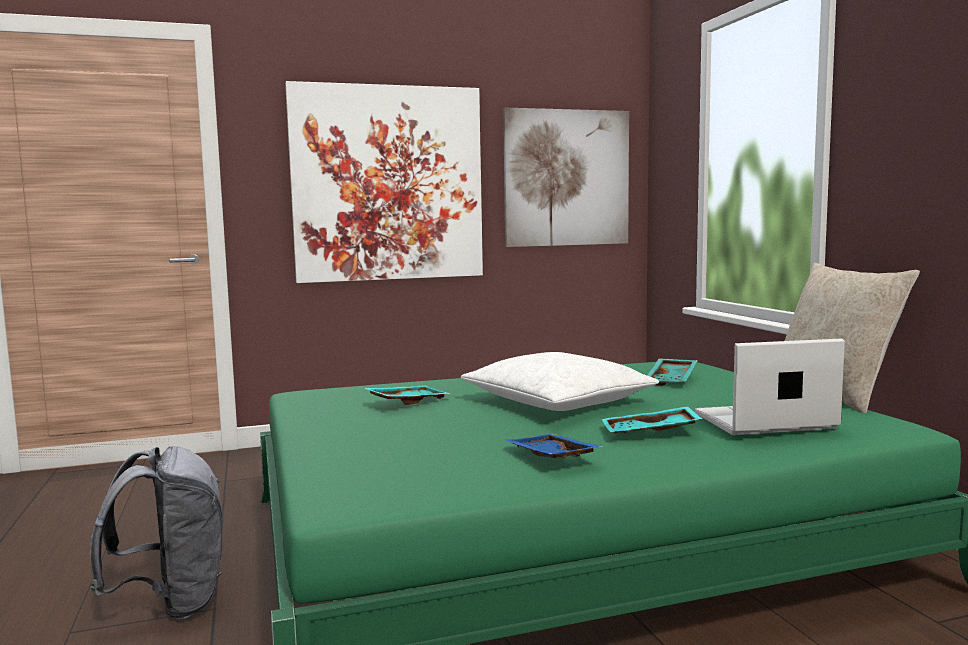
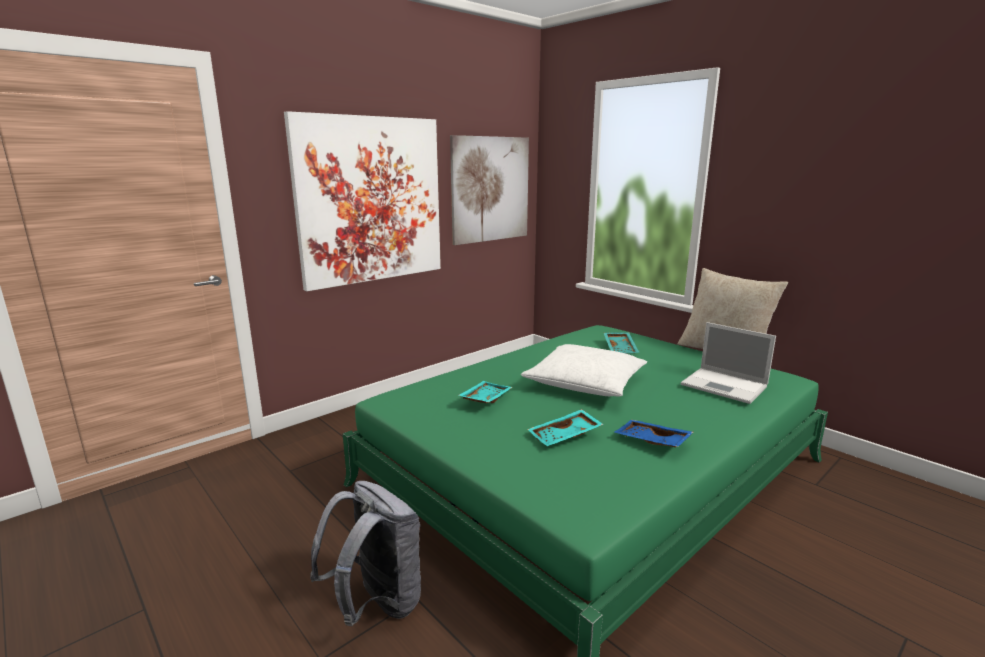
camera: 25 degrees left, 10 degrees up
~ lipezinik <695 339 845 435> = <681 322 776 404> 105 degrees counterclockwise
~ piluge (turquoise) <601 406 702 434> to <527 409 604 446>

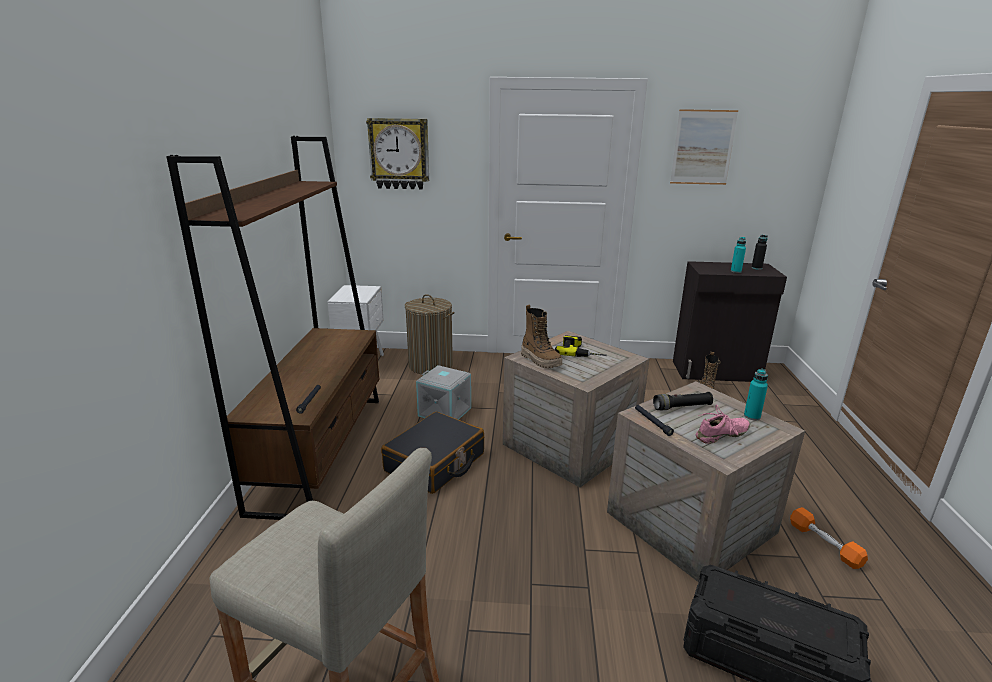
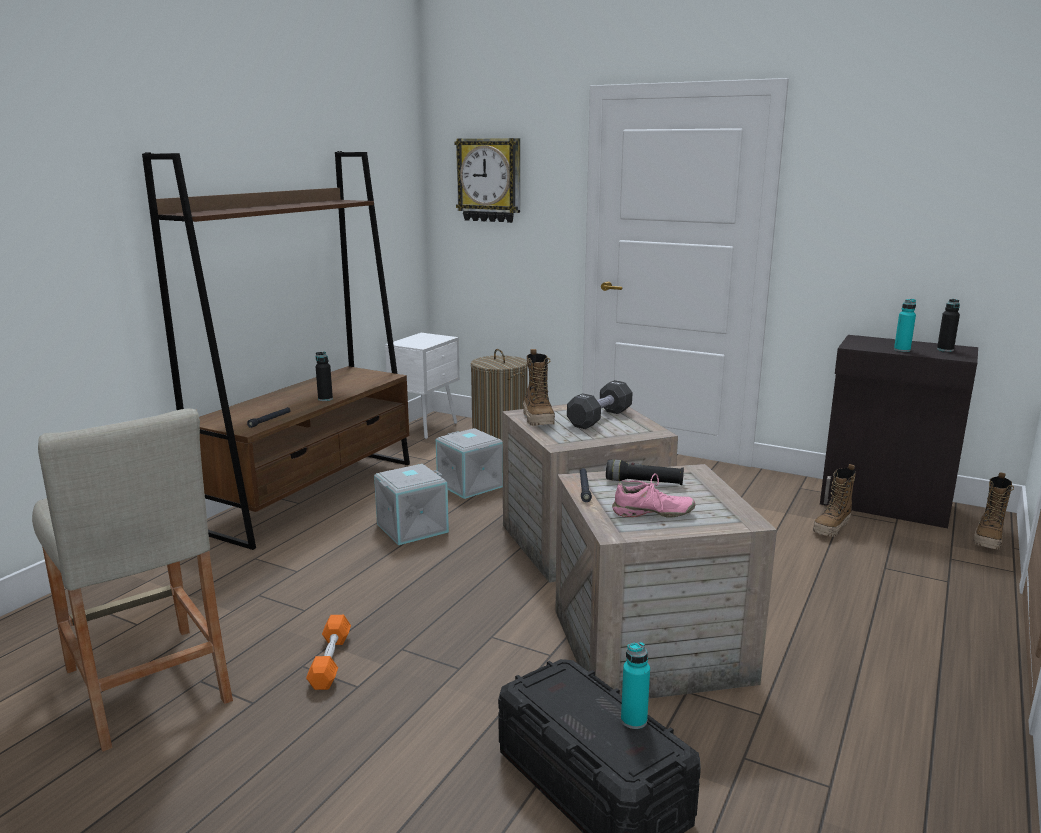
camera: 25 degrees right, 5 degrees down
- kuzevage <670 109 738 185>
~ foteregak <555 335 607 357> to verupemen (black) <567 380 632 429>
~ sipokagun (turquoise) <744 368 768 421> to <621 642 650 729>
~ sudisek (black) <381 412 484 494> to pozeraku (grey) <374 464 449 545>
~ verupemen (orange) <790 507 868 569> to <306 615 351 690>
+ sipokagun (black) <315 352 333 401>
+ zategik <973 472 1014 550>

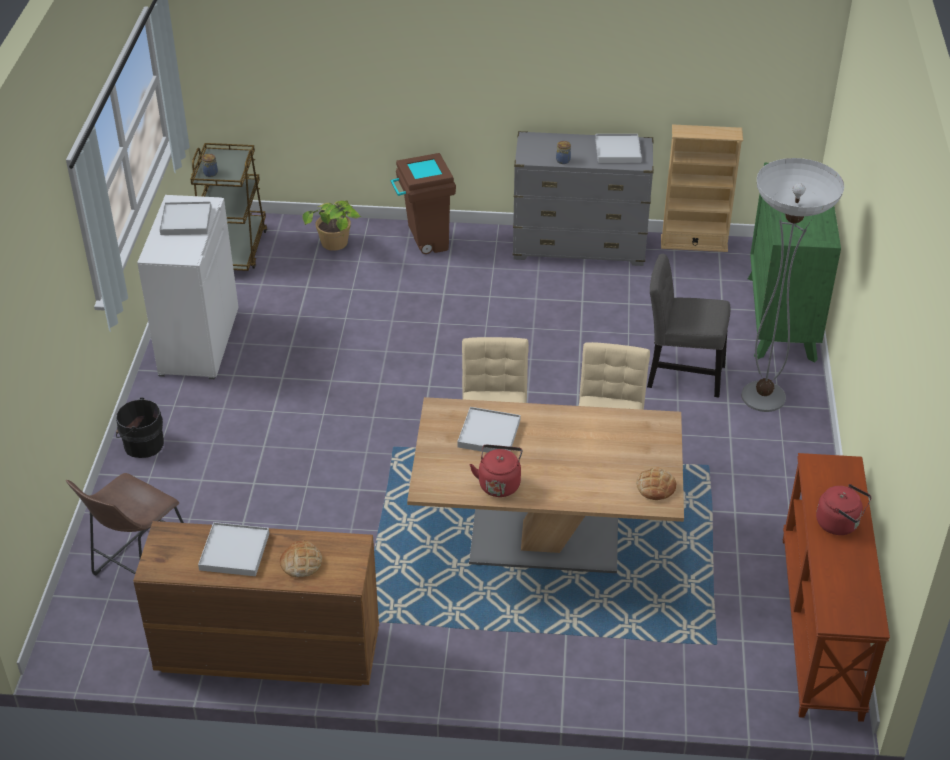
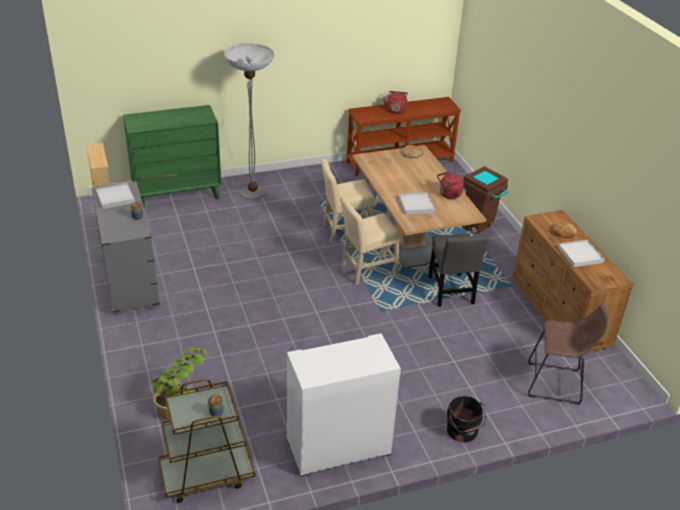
camera: 115 degrees left, 5 degrees down
~ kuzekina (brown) <390 153 456 254> to <462 166 508 234>
- piluge (white) <159 201 212 235>
~ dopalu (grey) <647 254 730 398> to <428 233 489 307>

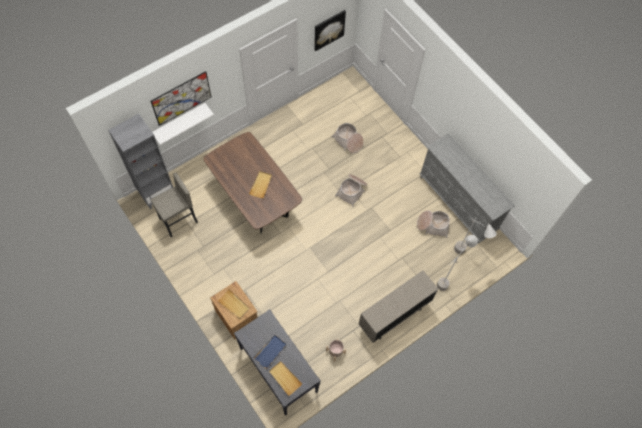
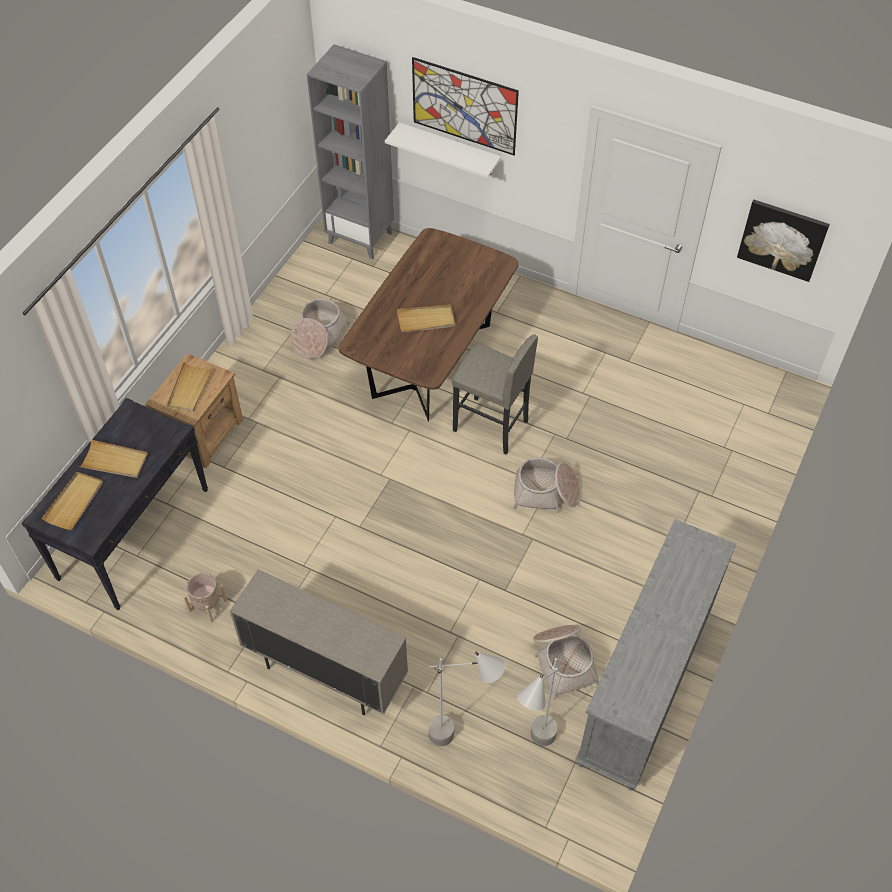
camera: 65 degrees right, 10 degrees down
~ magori <332 123 364 153> to <290 299 350 359>
~ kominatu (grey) <151 172 198 237> to <452 334 538 455>
~ piluge (blue) <253 335 287 369> to piluge (beige) <79 440 148 478>

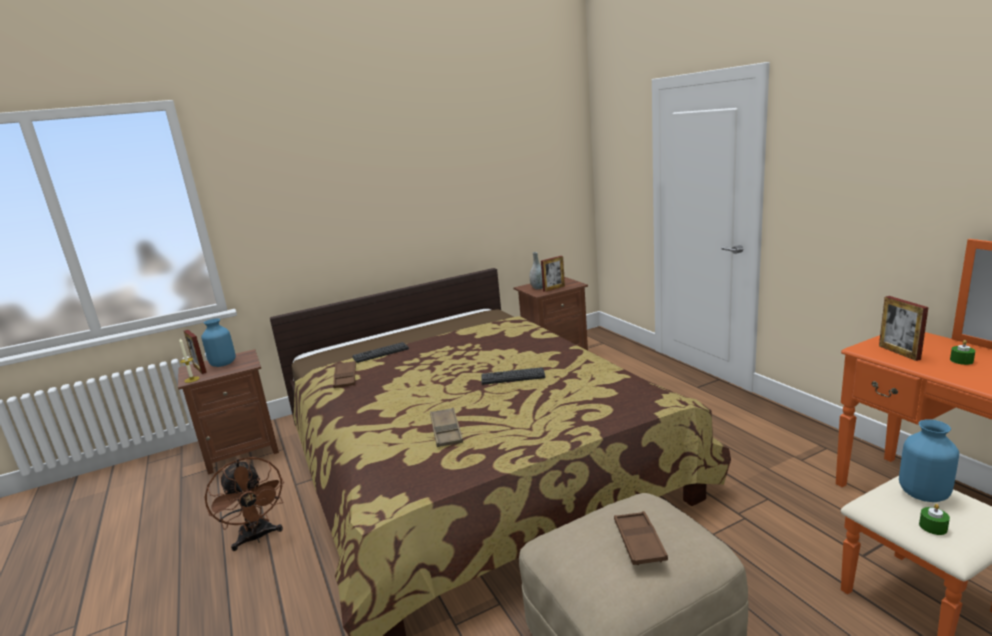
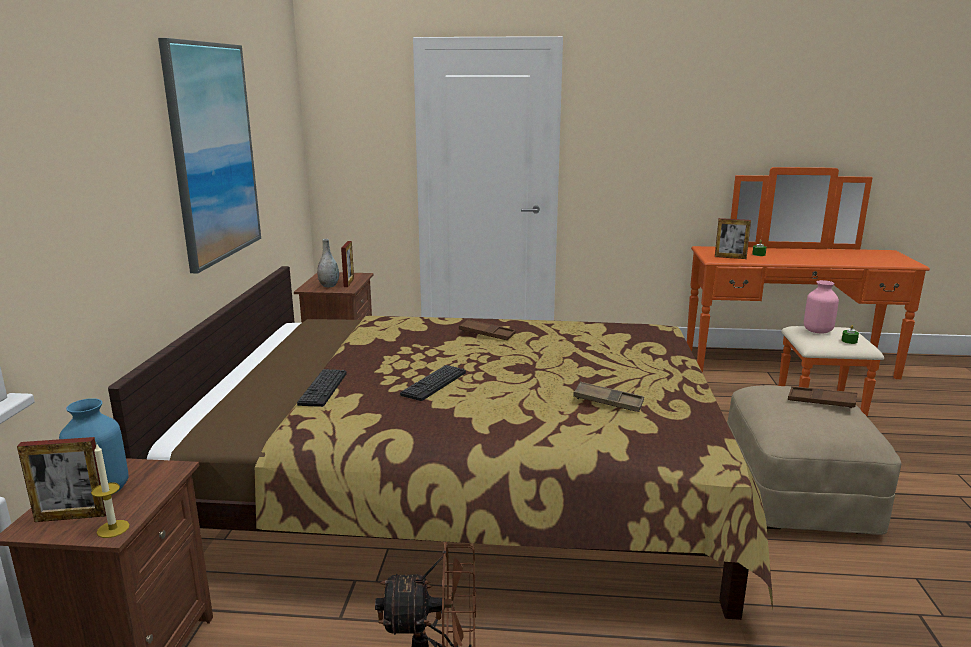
camera: 60 degrees left, 0 degrees up
~ piluge (brown) <333 361 356 388> to <459 319 516 340>
~ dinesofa <481 367 545 385> to <400 365 466 401>
~ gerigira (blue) <899 419 959 502> to gerigira (pink) <804 280 839 334>
+ kuzevage <158 38 261 273>

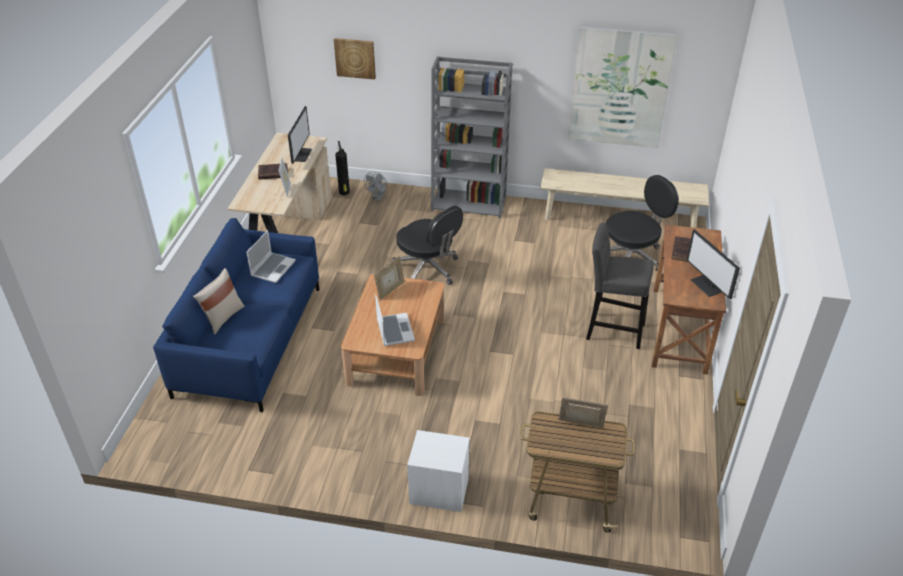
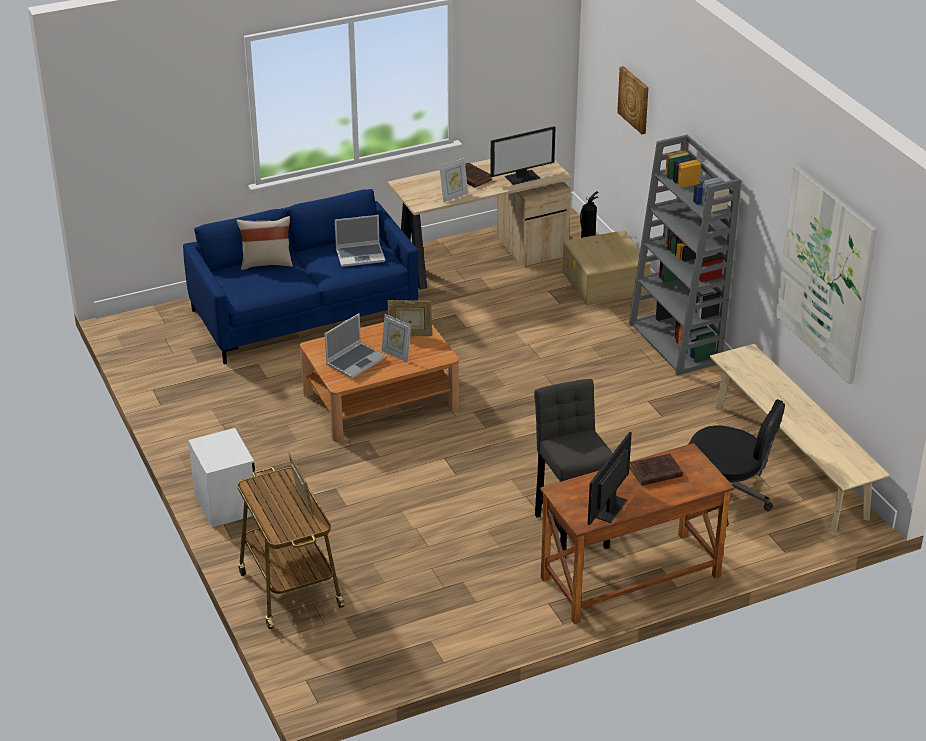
camera: 55 degrees right, 5 degrees down
~ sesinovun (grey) <364 172 388 201> to pozeraku (beige) <562 230 651 305>
- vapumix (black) <392 206 463 285>
+ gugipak <382 314 411 362>

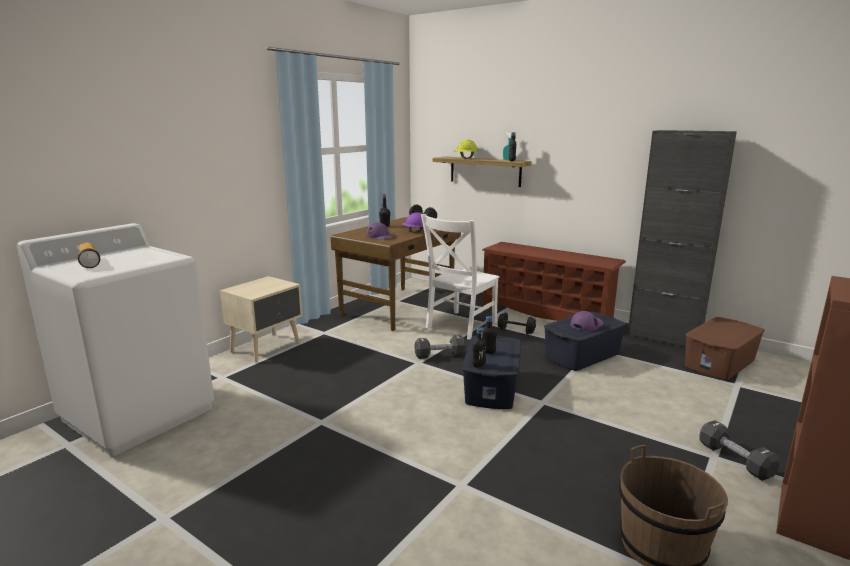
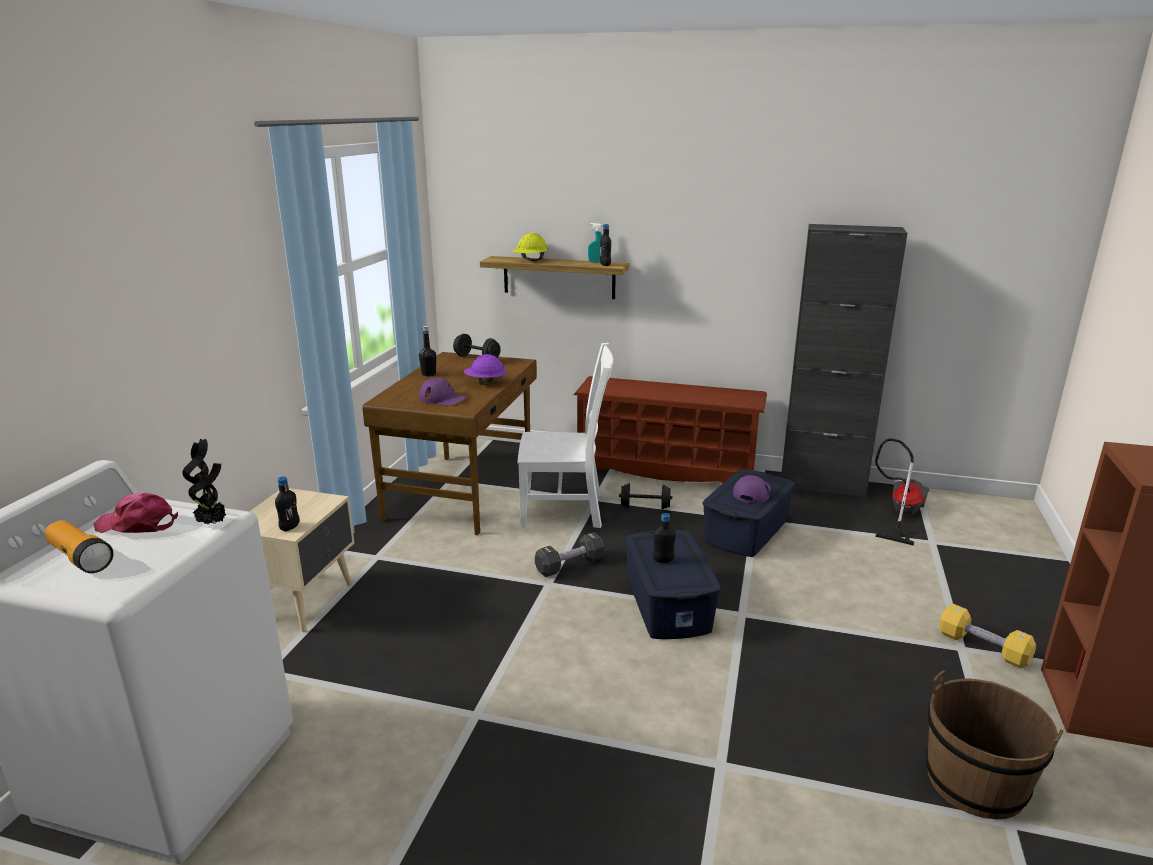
camera: 20 degrees left, 5 degrees up
~ dopalu (white) <421 214 500 340> = <518 343 613 528> 105 degrees counterclockwise
~ pozeraku (brown) <685 317 765 380> to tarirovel <875 438 929 546>
~ sipokagun (black) <472 327 487 367> to <275 476 300 531>
~ verupemen (black) <699 420 780 481> to verupemen (yellow) <939 604 1036 668>
+ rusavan <182 439 226 525>
+ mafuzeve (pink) <93 493 178 533>

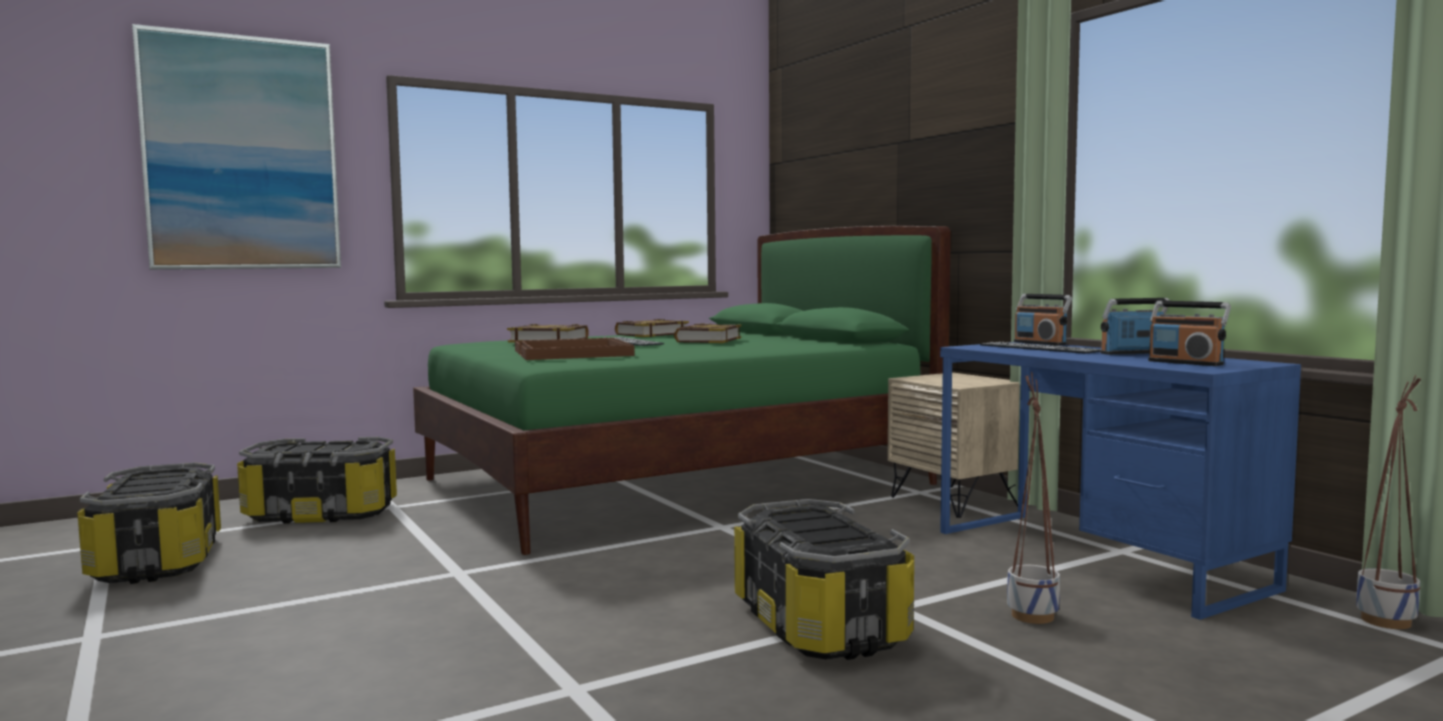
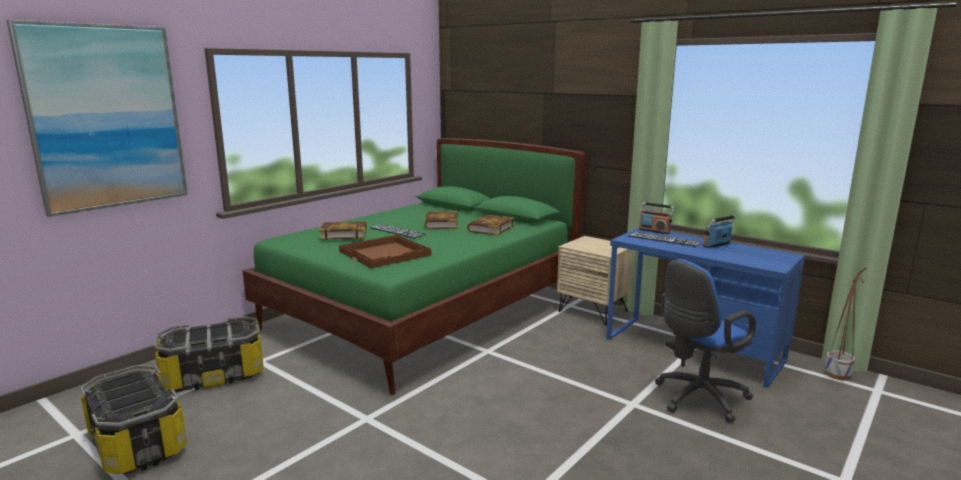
camera: 20 degrees left, 10 degrees up
- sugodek <1148 301 1231 366>
~ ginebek <615 319 689 337> to <467 215 515 236>
~ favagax <1007 372 1060 624> to vapumix (blue) <655 259 756 422>
- pozeraku <734 499 914 660>

